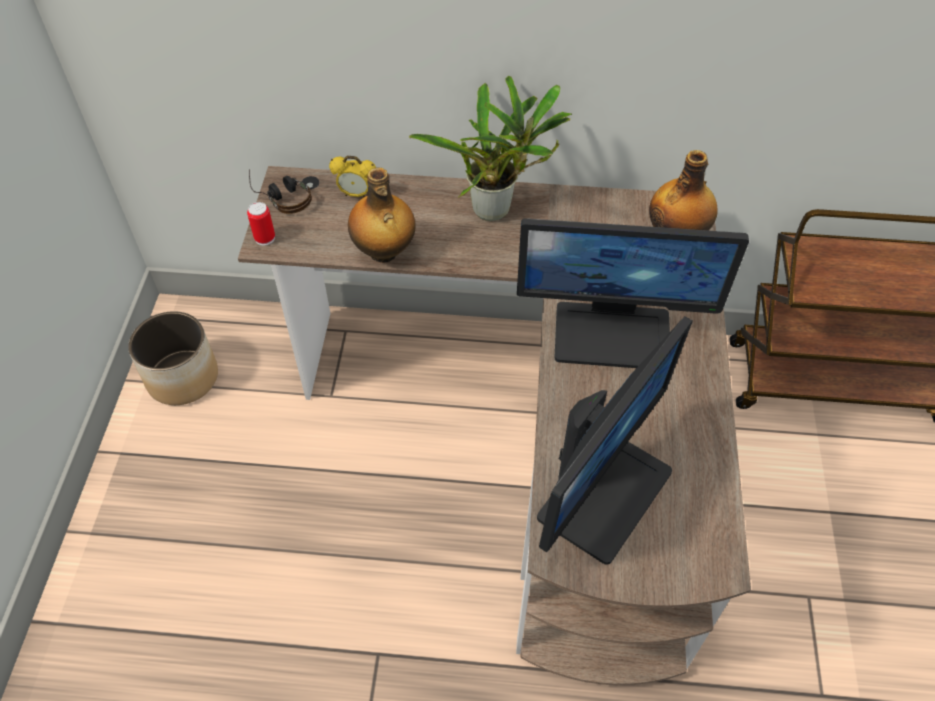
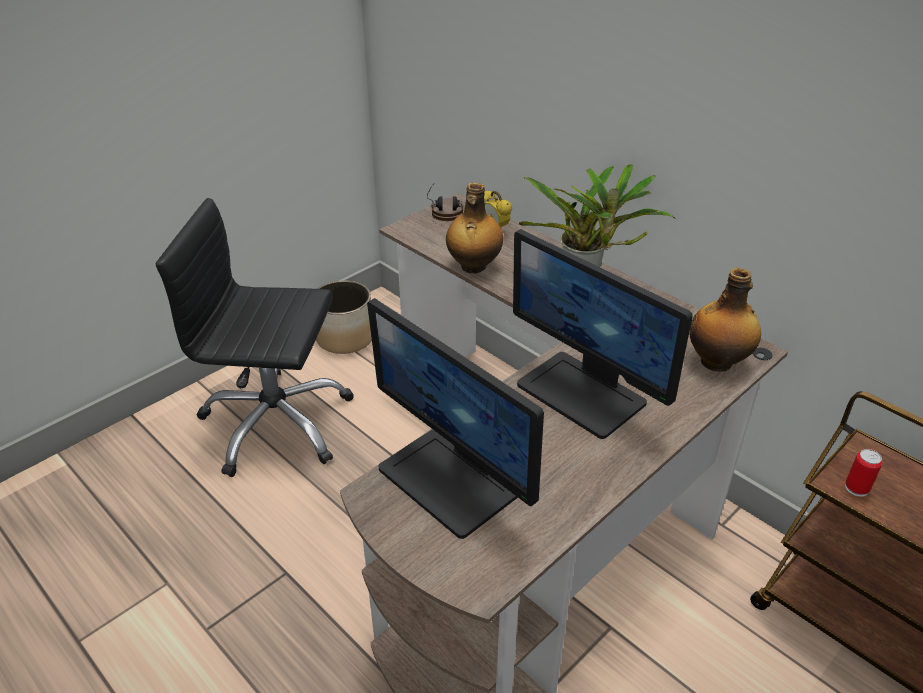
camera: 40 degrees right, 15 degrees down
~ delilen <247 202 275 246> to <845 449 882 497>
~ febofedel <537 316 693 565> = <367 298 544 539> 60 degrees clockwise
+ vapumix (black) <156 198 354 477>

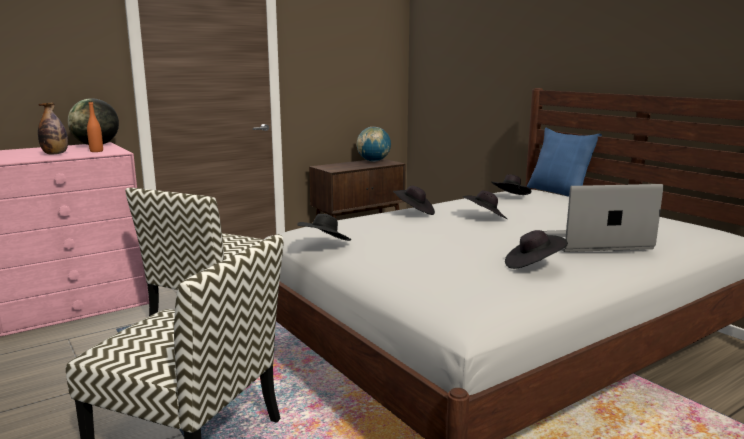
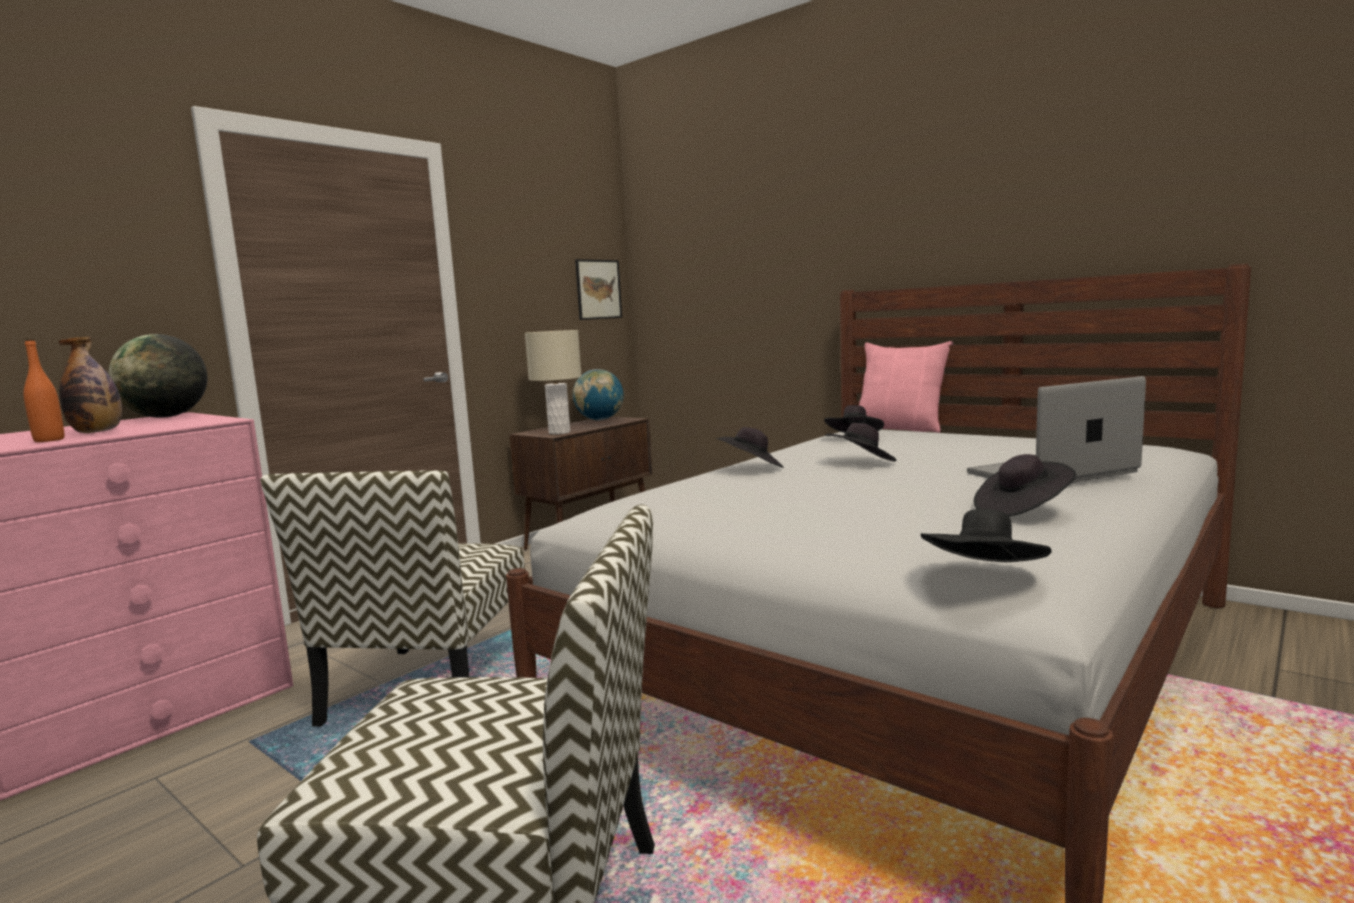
camera: 15 degrees left, 5 degrees down
~ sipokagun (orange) <87 101 103 152> to <24 339 64 442>
~ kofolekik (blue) <527 128 602 197> to kofolekik (pink) <859 341 953 433>
~ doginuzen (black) <297 214 351 241> to <921 509 1052 562>
+ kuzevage <575 259 622 320>
+ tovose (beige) <525 330 582 434>

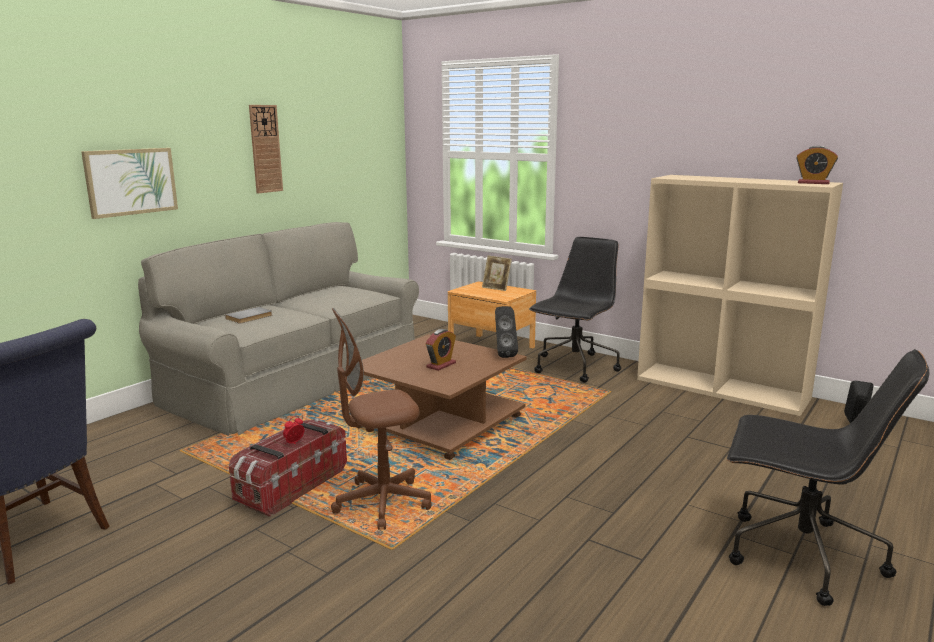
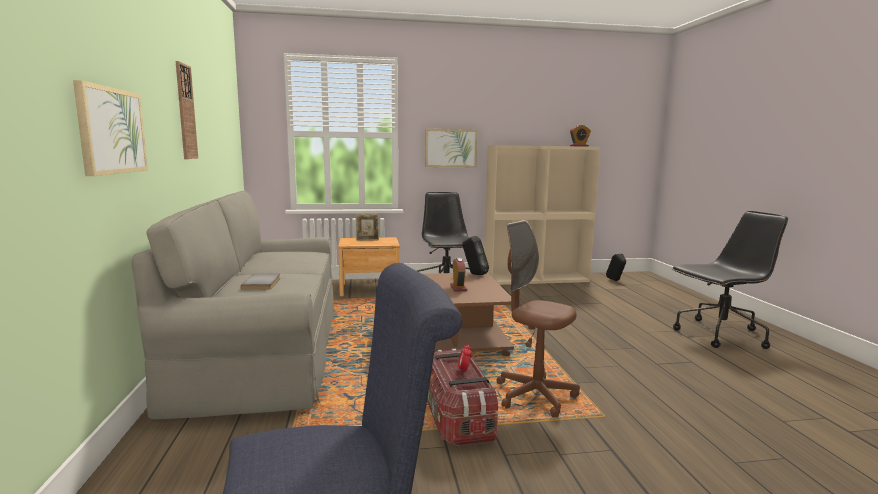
camera: 45 degrees left, 5 degrees down
~ vapumix (brown) <331 308 431 530> = <497 220 580 418> 105 degrees clockwise
+ kuzevage <425 129 478 167>

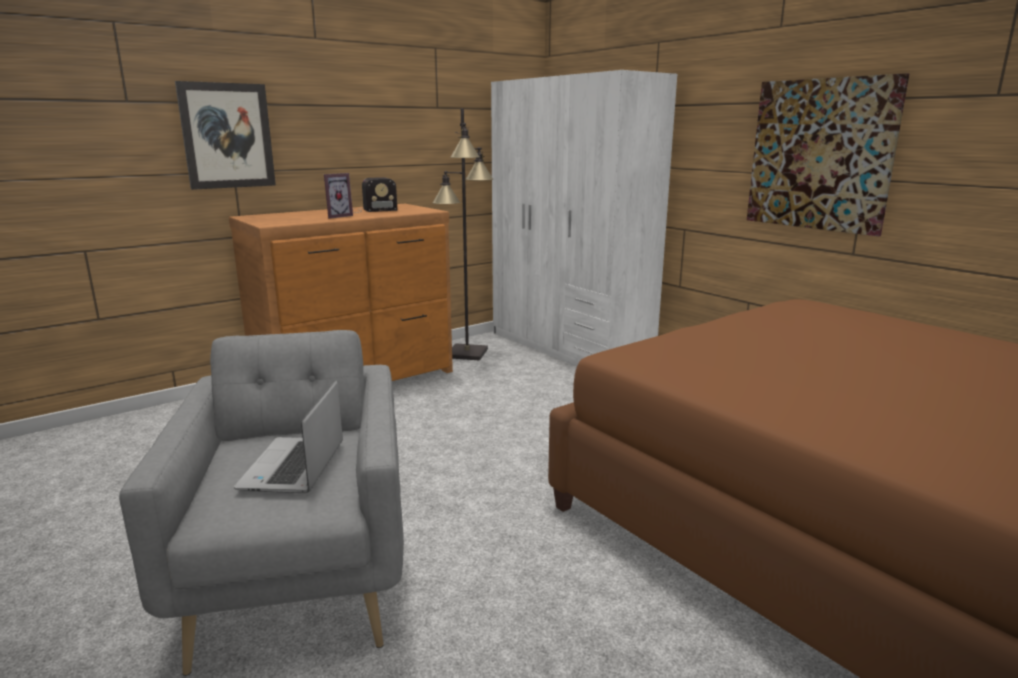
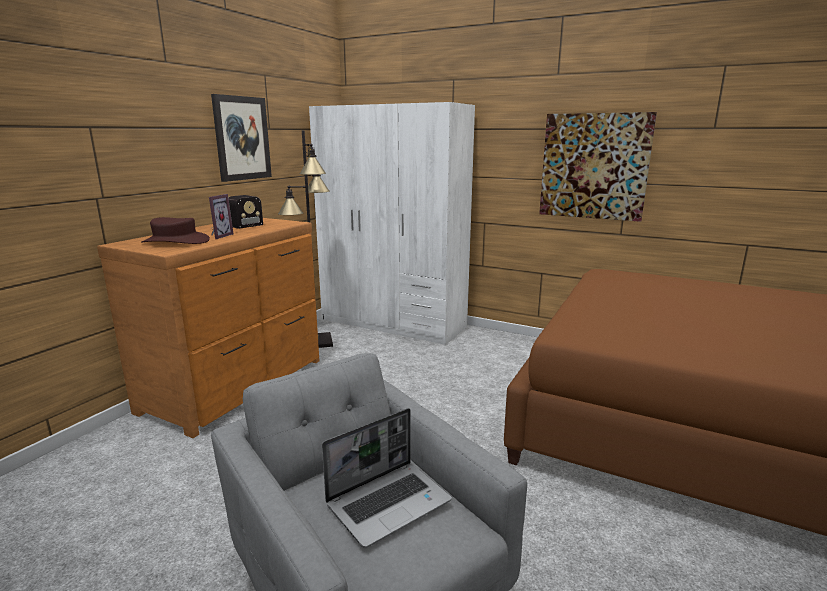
camera: 25 degrees left, 0 degrees up
~ kuzevage <175 81 276 190> to <211 94 272 182>
~ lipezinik <234 380 343 493> = <322 408 452 548> 105 degrees counterclockwise
+ doginuzen (brown) <141 217 210 244>

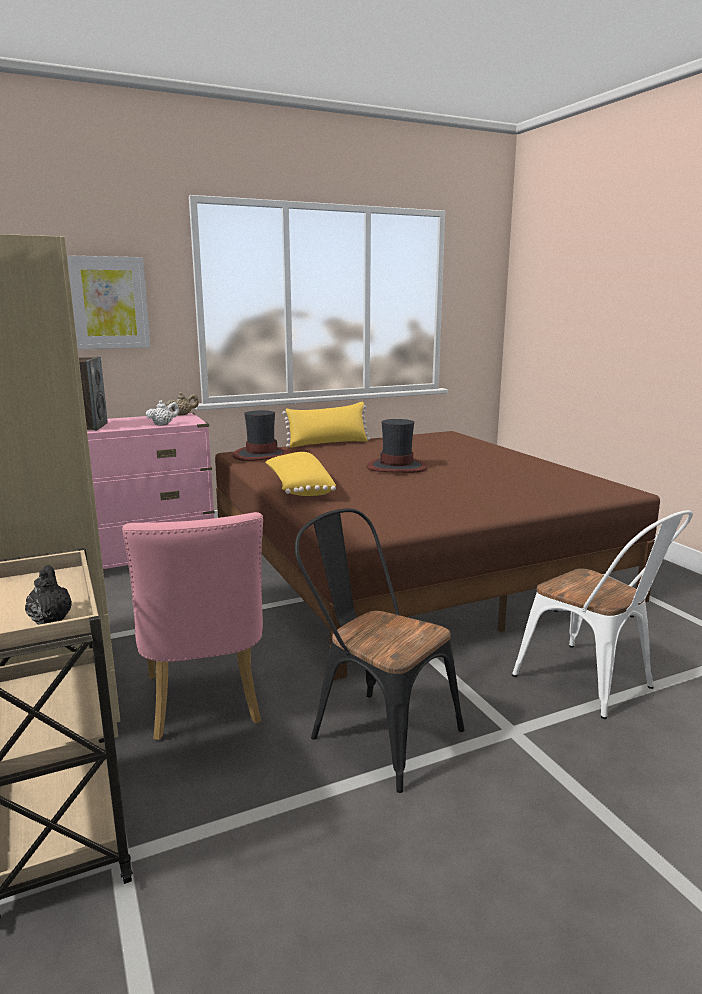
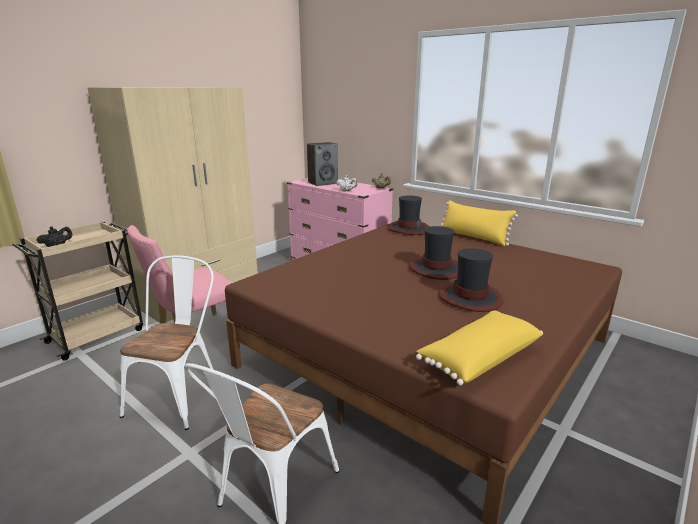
camera: 65 degrees right, 5 degrees up
- kuzevage <67 255 151 349>
~ kofolekik (yellow) <265 452 336 496> to <416 310 543 386>
~ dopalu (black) <295 508 464 793> to dopalu (white) <120 255 214 430>
+ doginuzen <439 248 503 312>

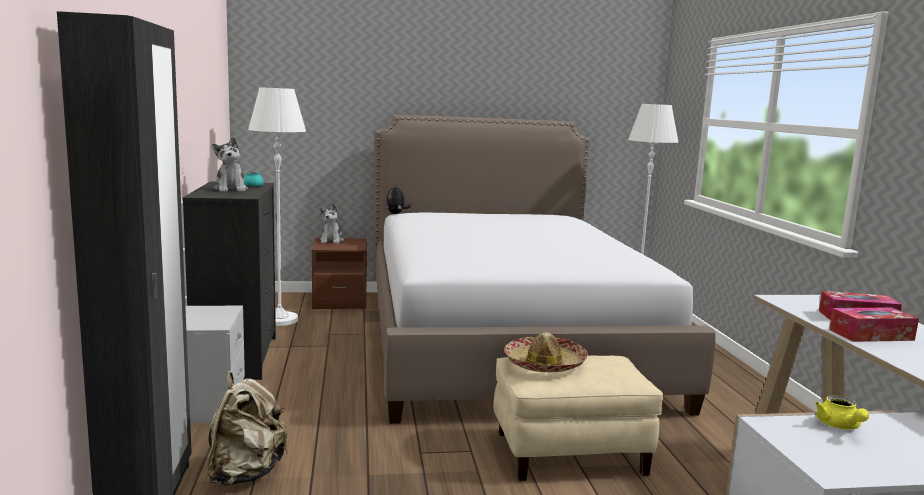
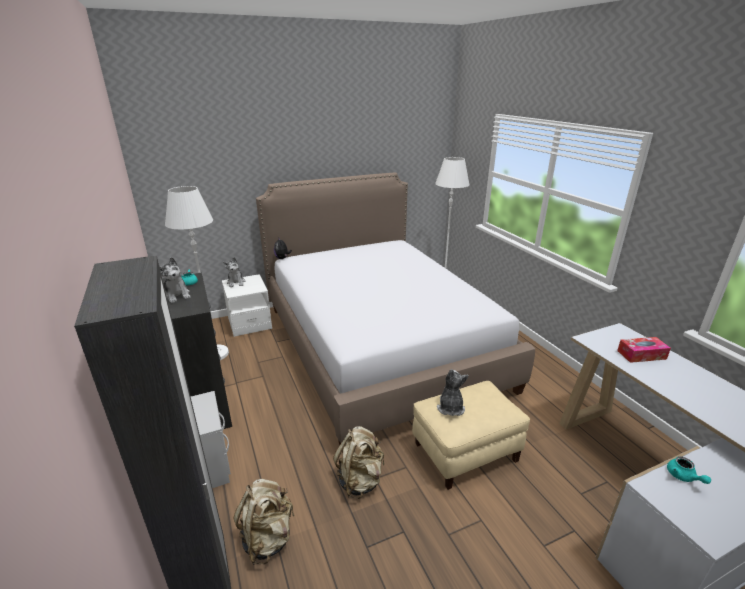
camera: 15 degrees left, 15 degrees up
~ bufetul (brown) <312 238 367 310> to bufetul (white) <222 274 272 337>
- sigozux <829 307 919 342>
~ doginuzen <504 333 588 372> to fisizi <437 369 468 416>
~ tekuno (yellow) <815 396 869 430> to tekuno (turquoise) <667 456 711 484>
+ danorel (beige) <333 426 384 499>

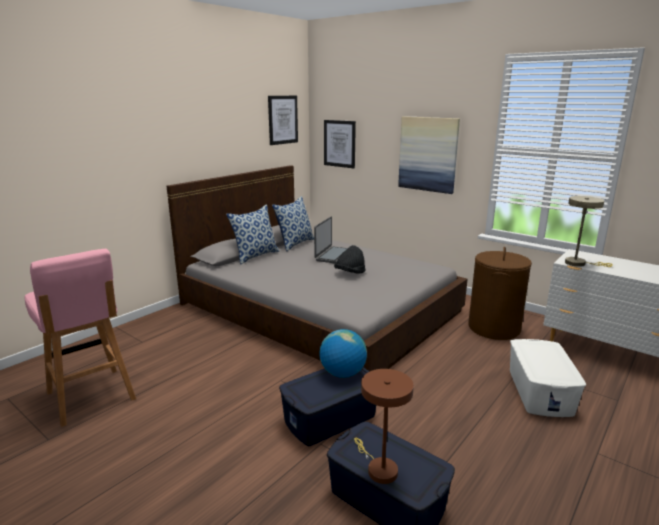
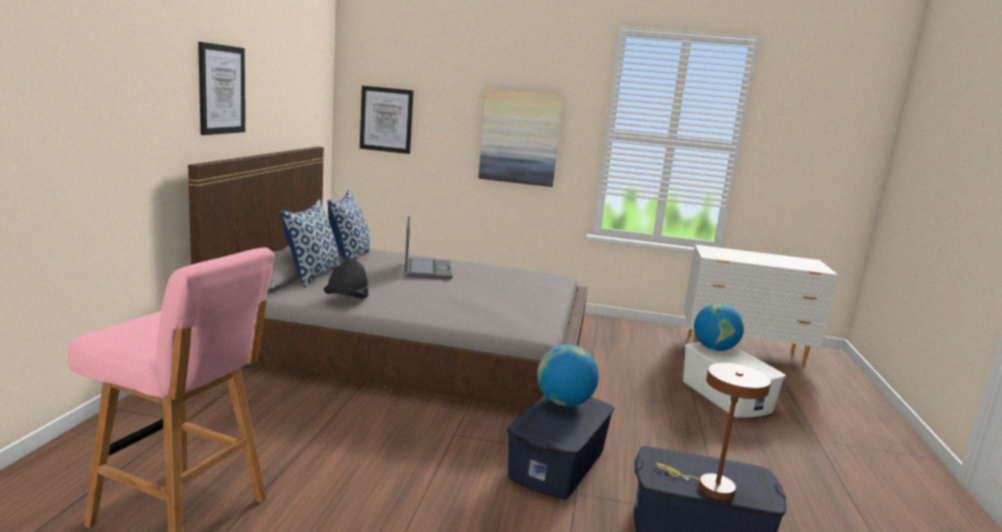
camera: 30 degrees left, 5 degrees down
~ kuzevage <268 96 298 145> to <198 42 245 135>
- tovose (beige) <565 196 613 267>
~ doginuzen (black) <334 245 366 274> to <324 258 369 299>
- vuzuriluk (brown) <468 247 532 340>
+ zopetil <694 303 744 351>

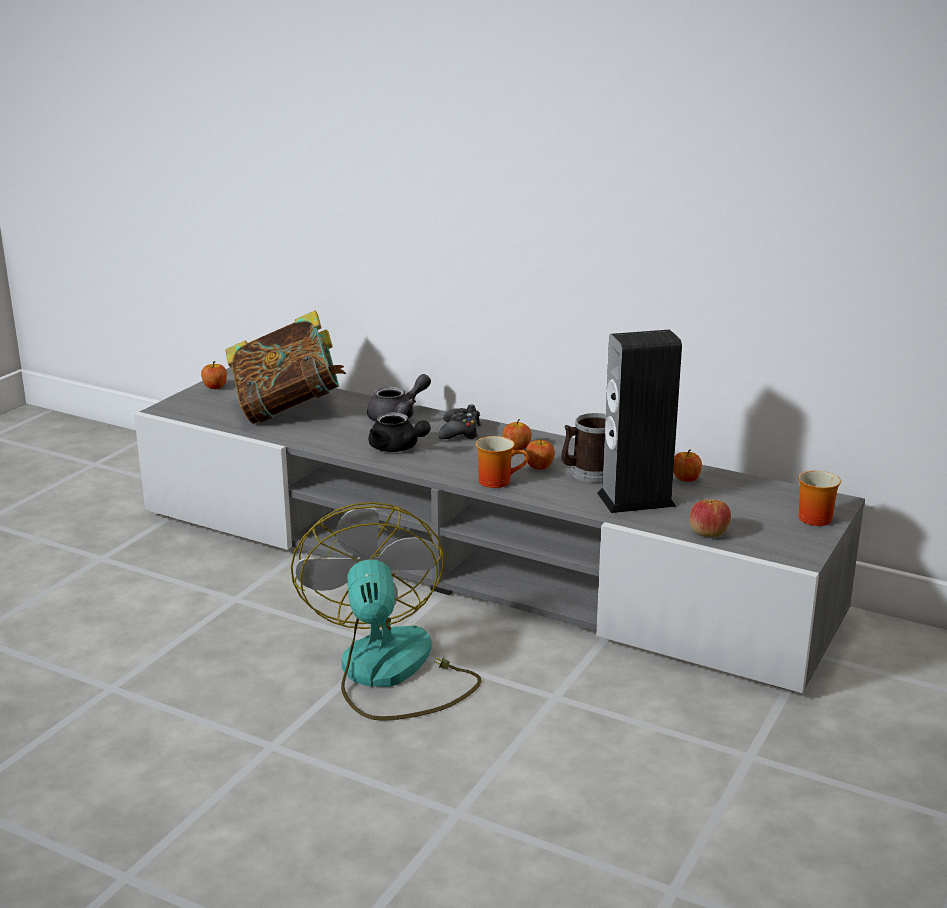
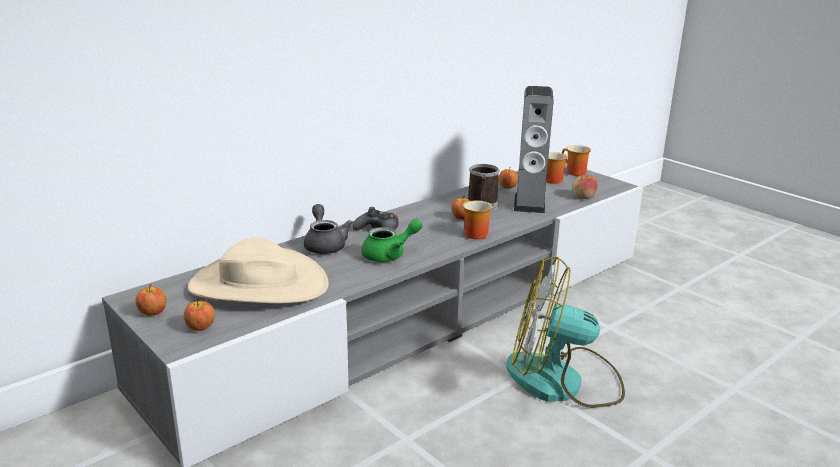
camera: 70 degrees left, 0 degrees up
~ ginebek <225 311 346 424> to doginuzen (beige) <188 237 329 303>
~ tekuno (black) <369 412 431 452> to tekuno (green) <361 219 423 262>
~ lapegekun <503 419 532 450> to <184 298 215 331>
+ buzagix <546 152 567 184>

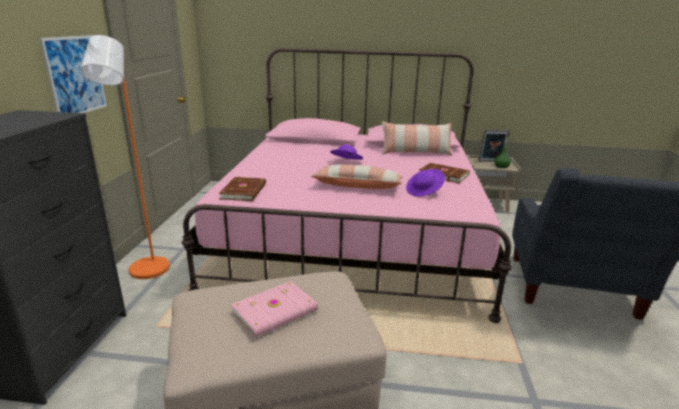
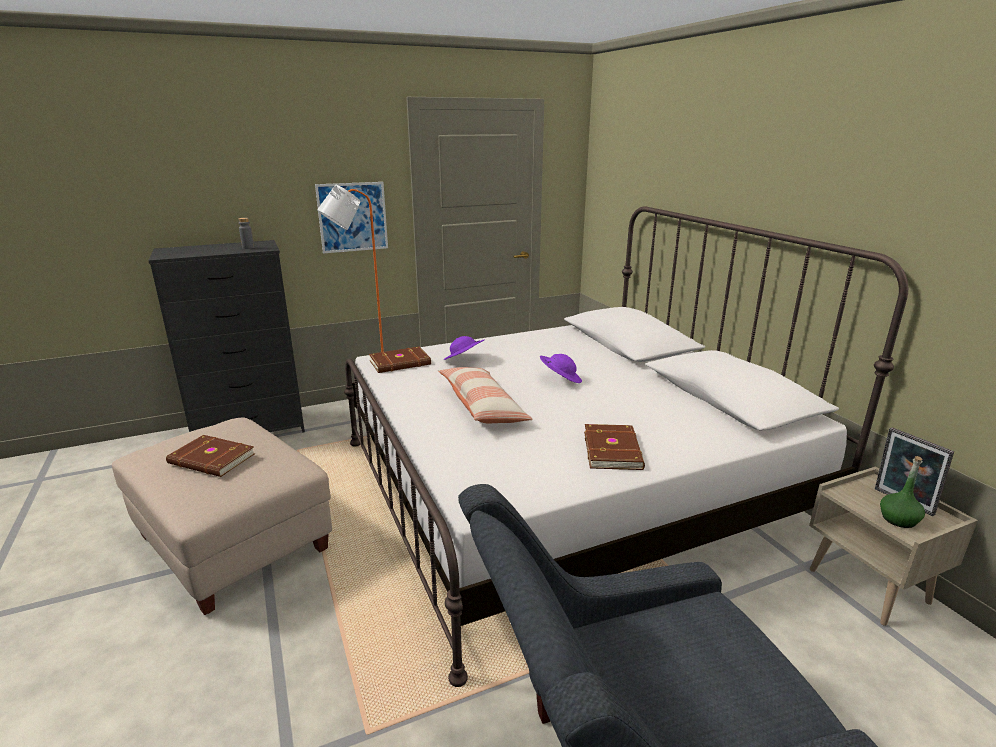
camera: 60 degrees right, 0 degrees up
~ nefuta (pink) <182 48 512 323> to nefuta (white) <344 206 908 687>
- kofolekik <382 121 452 156>
~ doginuzen (purple) <406 169 445 197> to <444 336 484 360>
~ ginebek (pink) <231 281 318 338> to ginebek (brown) <166 435 255 477>
+ sipokagun (grey) <239 218 254 249>

